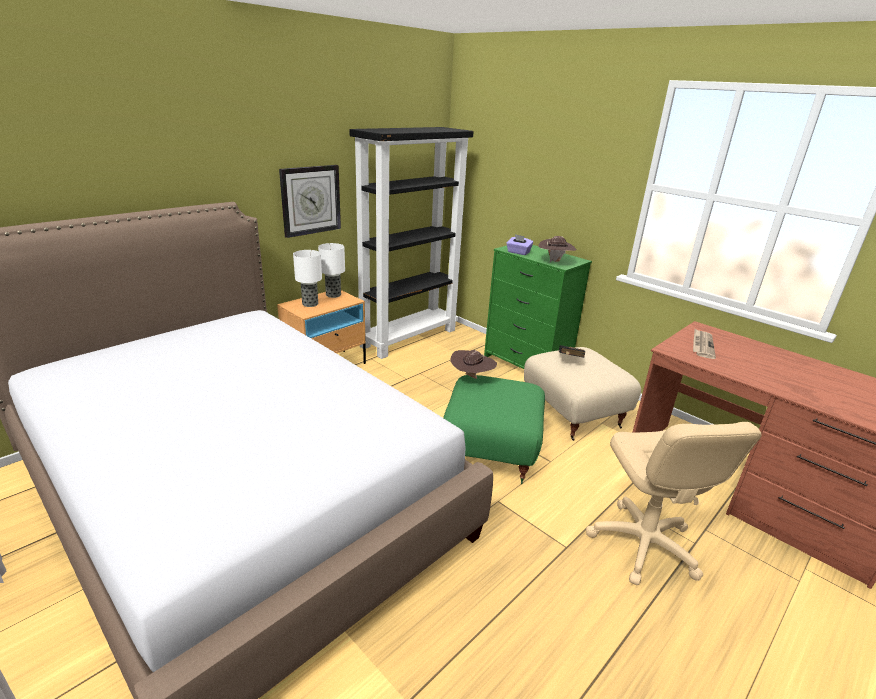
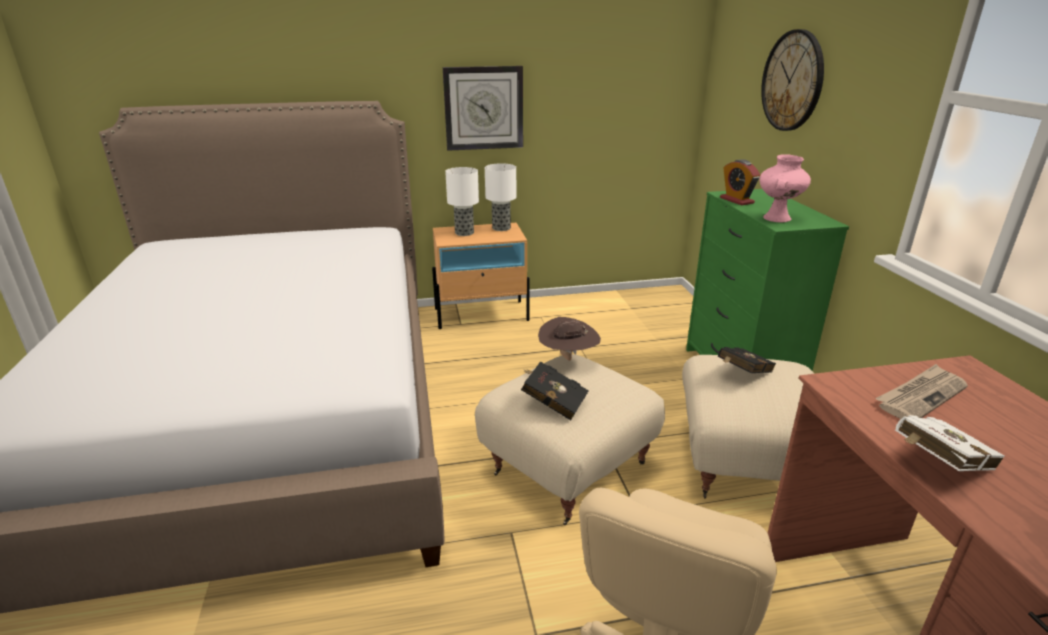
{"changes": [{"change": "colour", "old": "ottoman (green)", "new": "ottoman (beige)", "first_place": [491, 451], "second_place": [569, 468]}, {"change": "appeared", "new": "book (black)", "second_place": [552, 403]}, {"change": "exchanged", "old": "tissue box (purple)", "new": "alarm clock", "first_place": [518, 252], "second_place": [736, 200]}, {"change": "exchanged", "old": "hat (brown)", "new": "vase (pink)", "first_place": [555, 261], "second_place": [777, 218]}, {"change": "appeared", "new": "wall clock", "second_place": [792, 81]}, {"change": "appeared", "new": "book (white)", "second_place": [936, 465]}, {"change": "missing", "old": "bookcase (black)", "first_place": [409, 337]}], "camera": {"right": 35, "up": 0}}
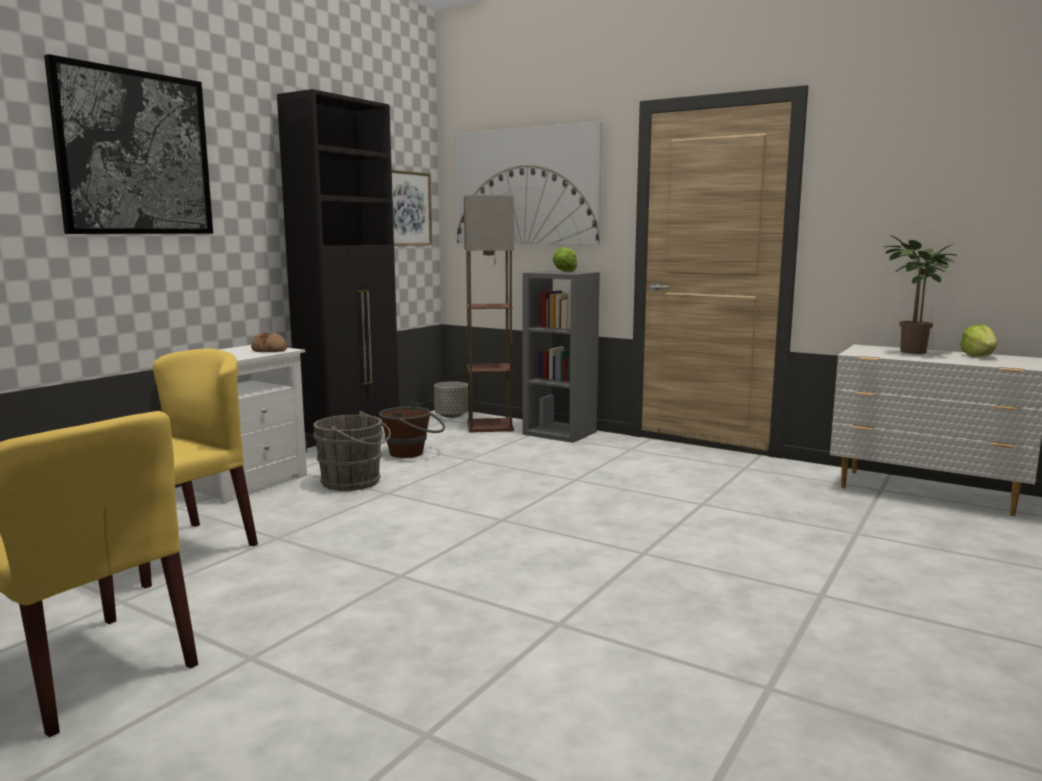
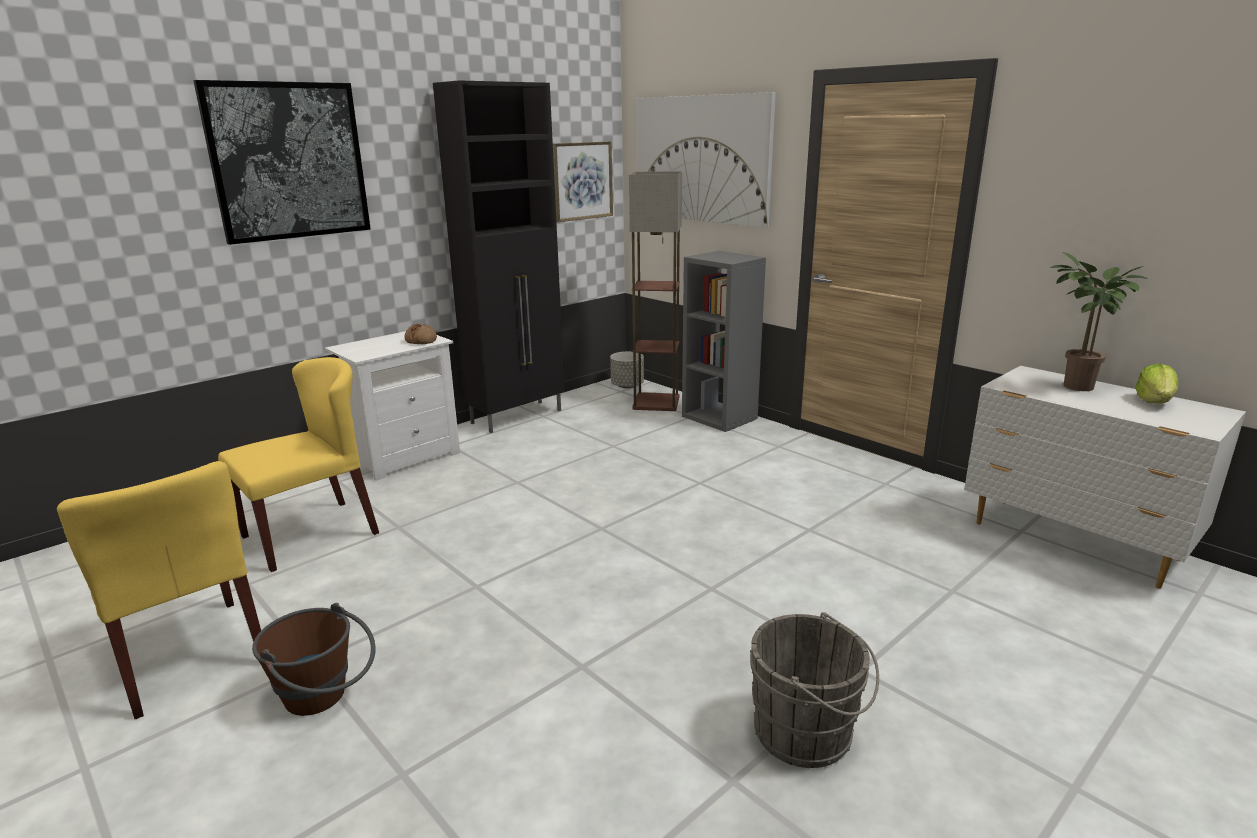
{"changes": [{"change": "relocated", "old": "bucket (brown)", "first_place": [413, 453], "second_place": [324, 698]}, {"change": "relocated", "old": "bucket (grey)", "first_place": [354, 482], "second_place": [808, 734]}, {"change": "missing", "old": "lettuce", "first_place": [565, 271]}], "camera": {"right": 15, "up": 10}}
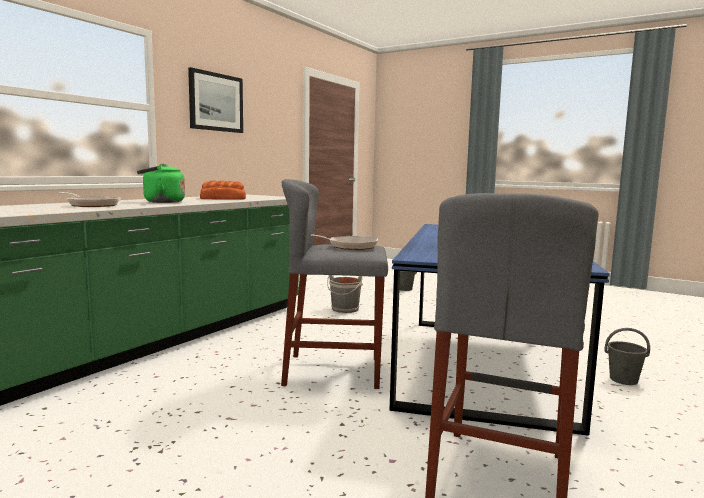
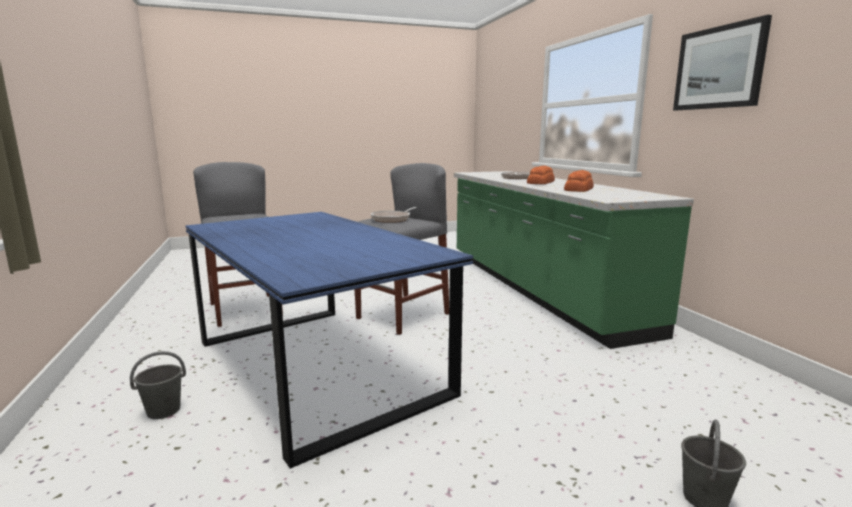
{"changes": [{"change": "exchanged", "old": "kettle (green)", "new": "bread", "first_place": [161, 202], "second_place": [541, 182]}, {"change": "missing", "old": "bucket (grey)", "first_place": [345, 309]}], "camera": {"right": 130, "up": 5}}
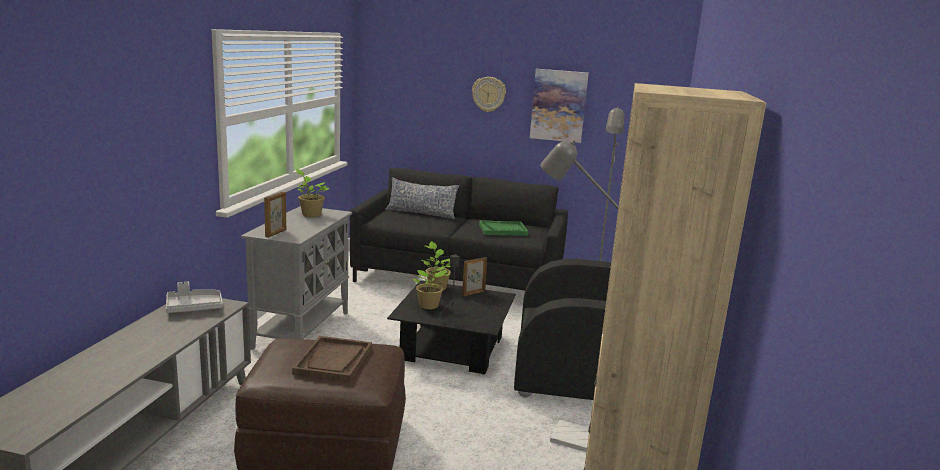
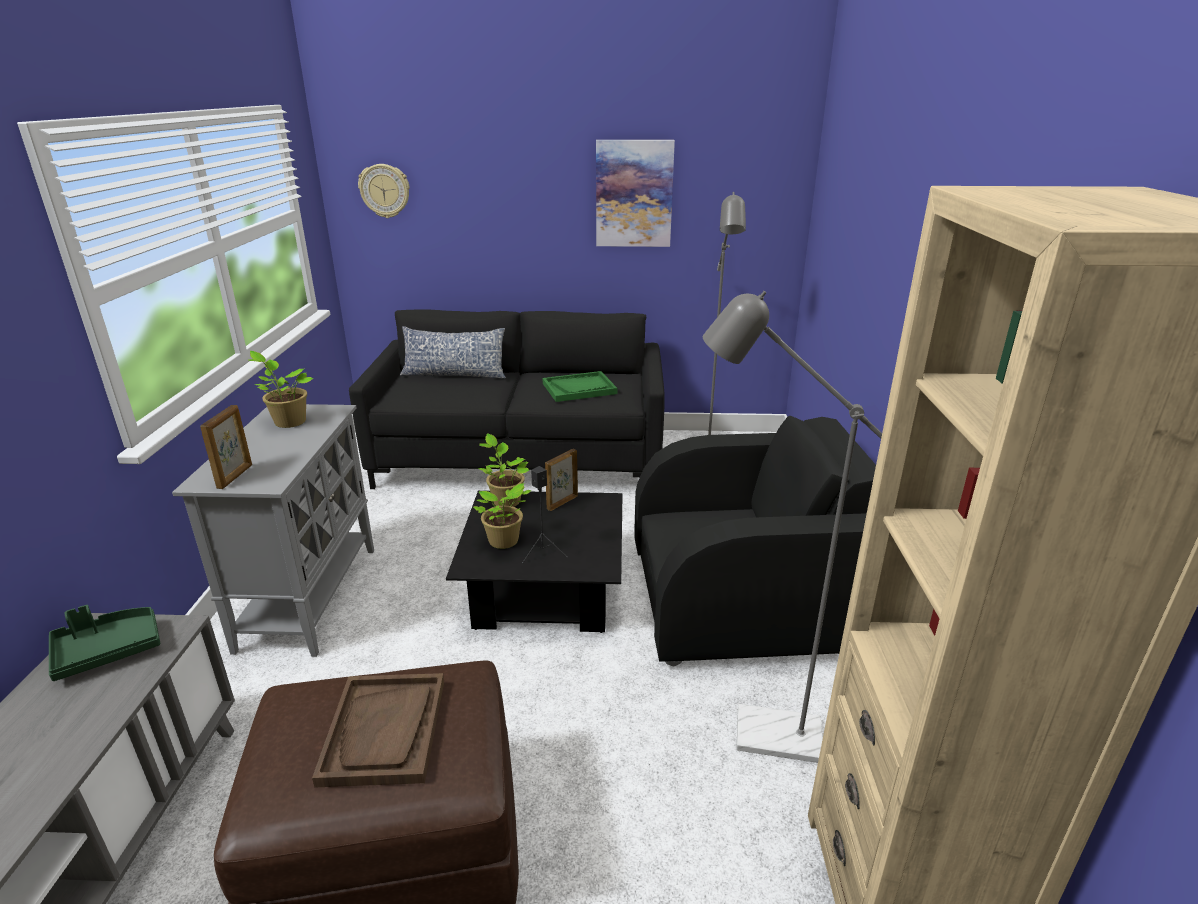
{"changes": [{"change": "colour", "old": "tray (grey)", "new": "tray (green)", "first_place": [194, 307], "second_place": [107, 650]}, {"change": "relocated", "old": "wall clock", "first_place": [488, 94], "second_place": [385, 191]}], "camera": {"right": -10, "up": 10}}
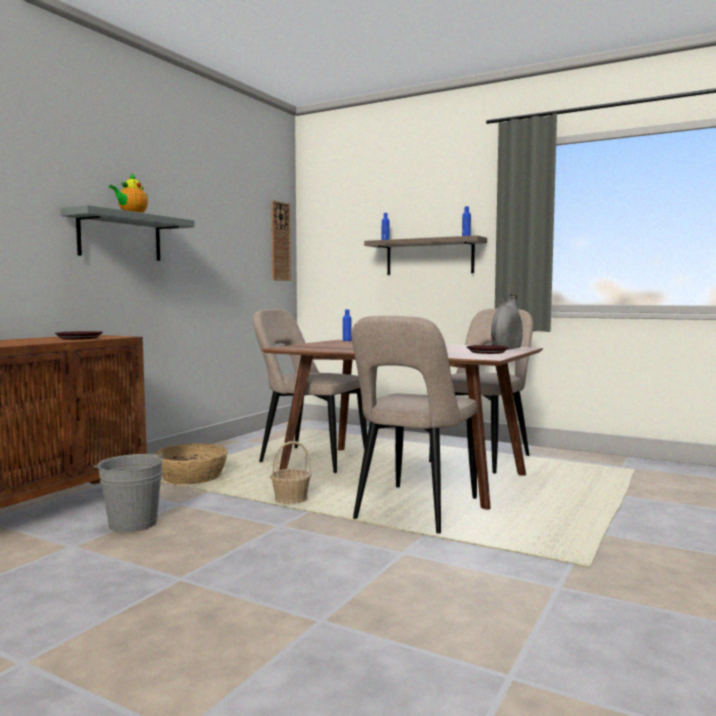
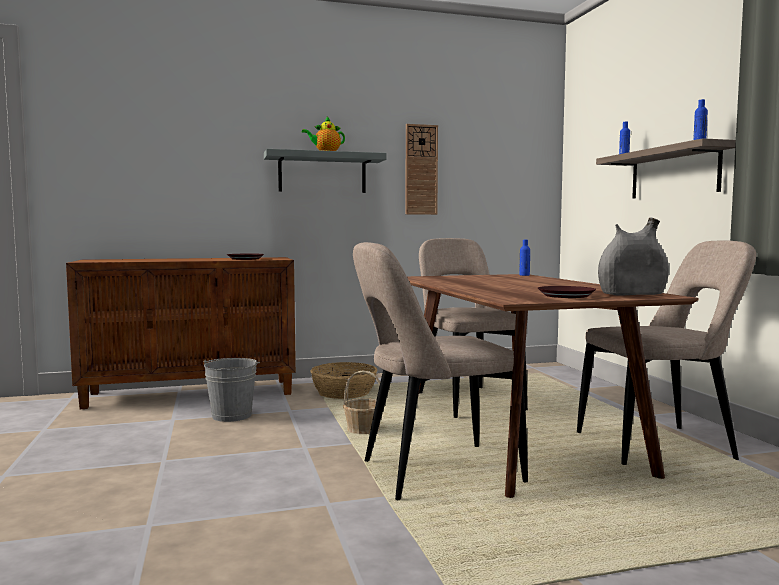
{"changes": [{"change": "relocated", "old": "wall clock", "first_place": [280, 241], "second_place": [421, 170]}], "camera": {"right": 45, "up": 0}}
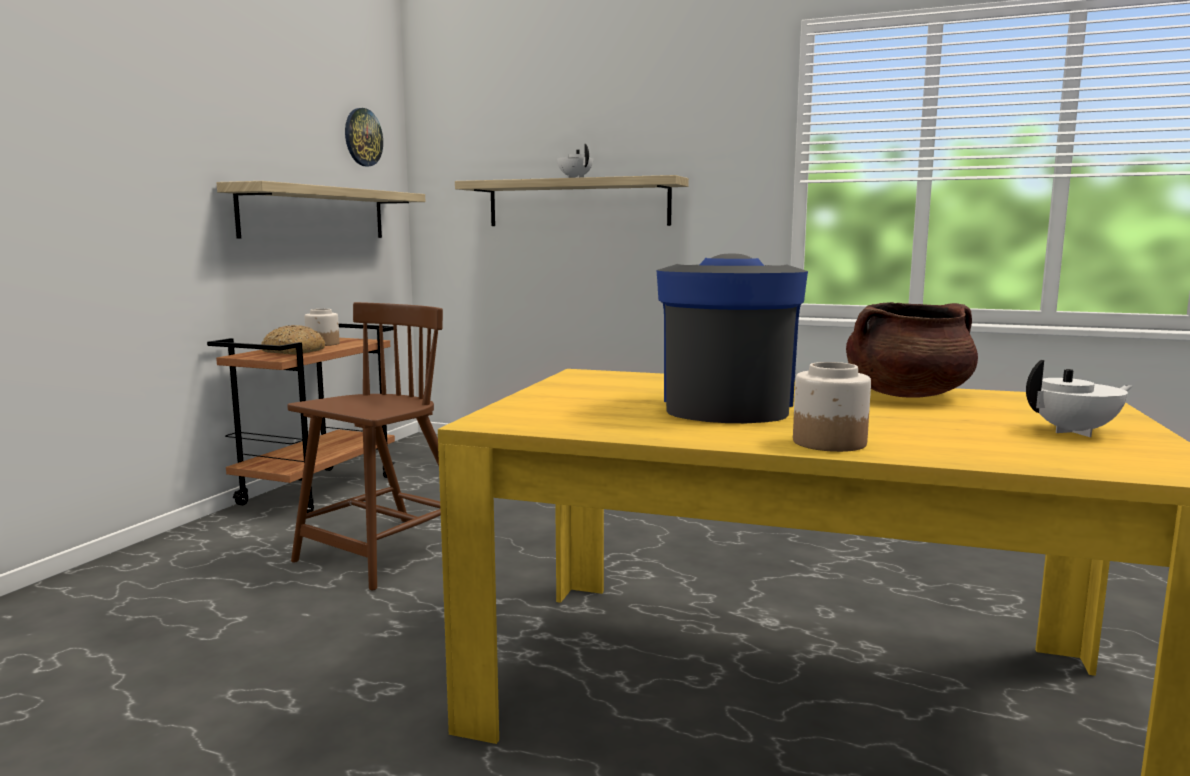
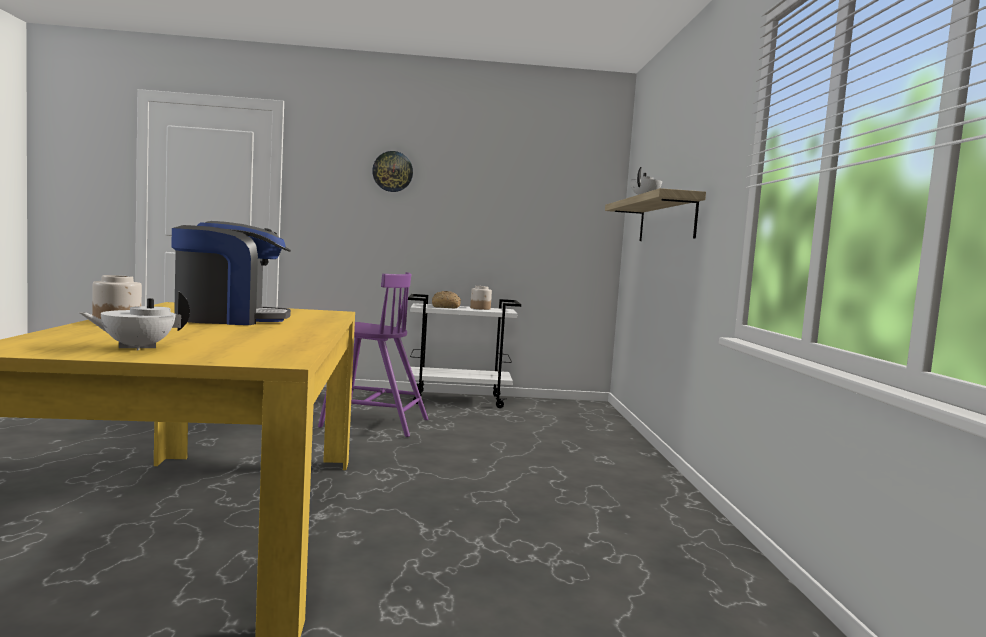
{"changes": [{"change": "spun", "old": "teapot (white)", "first_place": [1074, 432], "second_place": [137, 347], "degrees": 105}, {"change": "colour", "old": "chair (brown)", "new": "chair (purple)", "first_place": [387, 553], "second_place": [373, 423]}, {"change": "relocated", "old": "wall clock", "first_place": [362, 137], "second_place": [392, 171]}, {"change": "colour", "old": "cart (brown)", "new": "cart (white)", "first_place": [319, 490], "second_place": [459, 399]}, {"change": "missing", "old": "shelf", "first_place": [315, 213]}, {"change": "missing", "old": "cooking pot (brown)", "first_place": [907, 395]}], "camera": {"right": 65, "up": -5}}
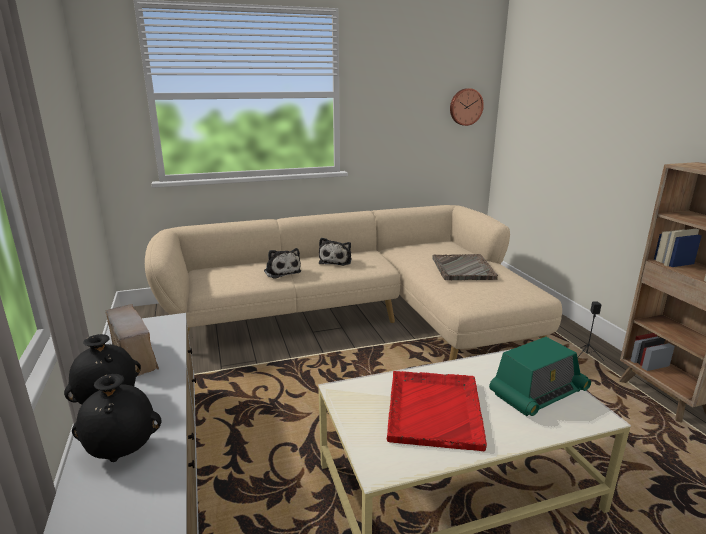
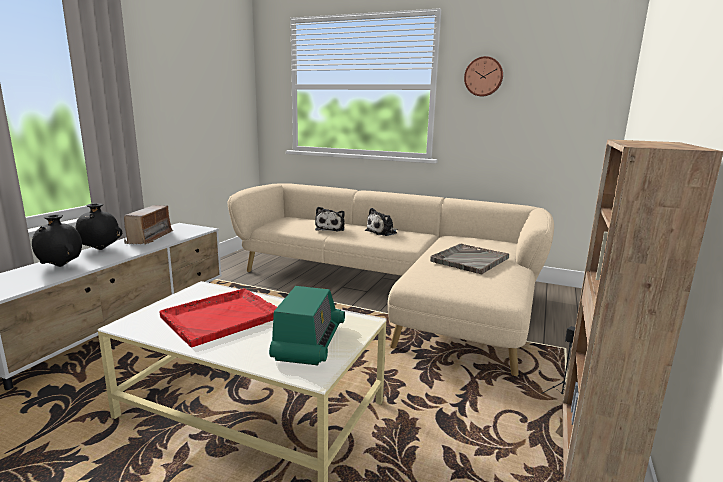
{"changes": [{"change": "spun", "old": "radio", "first_place": [538, 393], "second_place": [309, 342], "degrees": -90}, {"change": "relocated", "old": "wall clock", "first_place": [465, 107], "second_place": [483, 76]}], "camera": {"right": 40, "up": -5}}
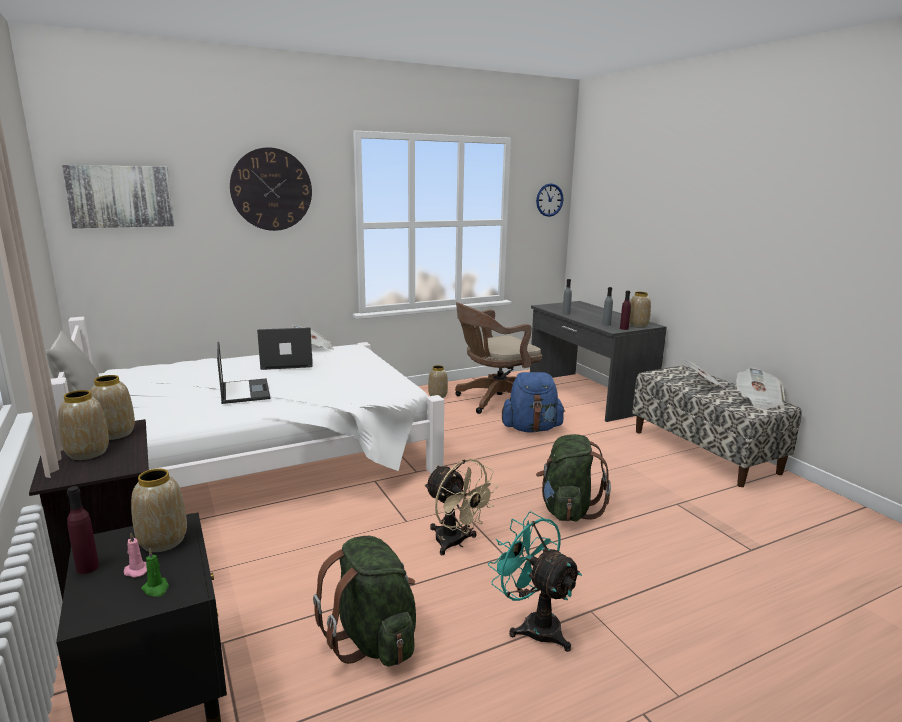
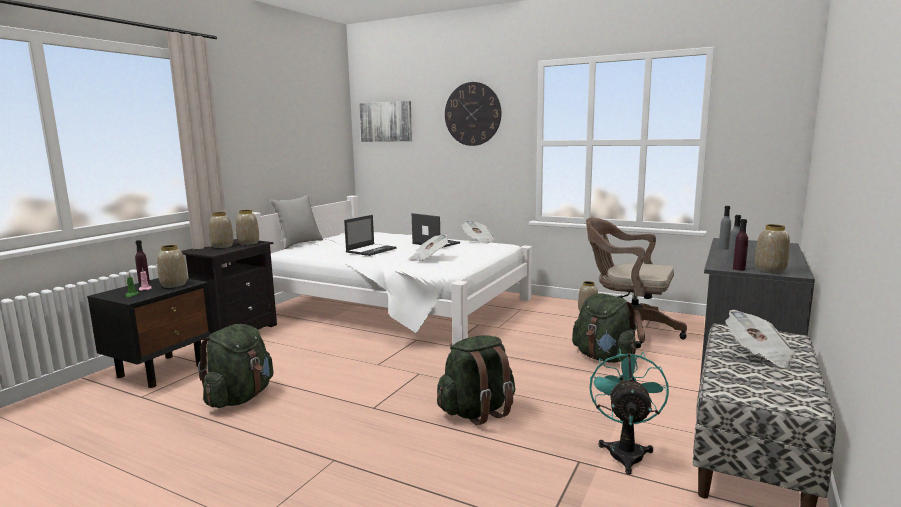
{"changes": [{"change": "relocated", "old": "newspaper", "first_place": [758, 401], "second_place": [428, 258]}, {"change": "colour", "old": "backpack (blue)", "new": "backpack (green)", "first_place": [531, 429], "second_place": [603, 358]}, {"change": "relocated", "old": "fan (turquoise)", "first_place": [534, 624], "second_place": [625, 451]}, {"change": "missing", "old": "fan (beige)", "first_place": [456, 543]}, {"change": "missing", "old": "wall clock", "first_place": [549, 200]}], "camera": {"right": 55, "up": -5}}
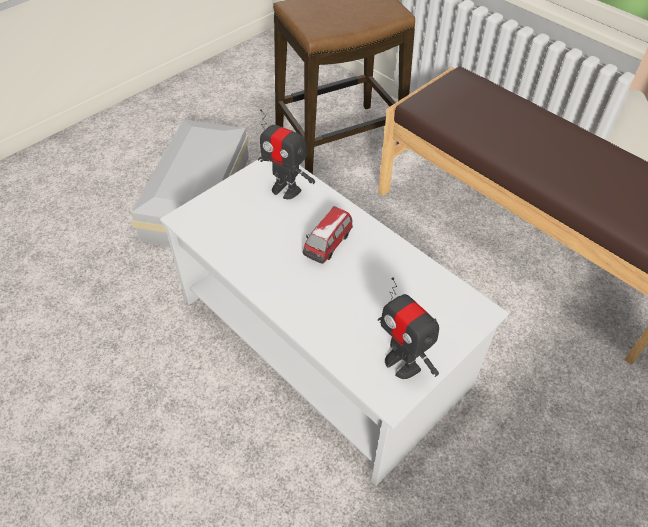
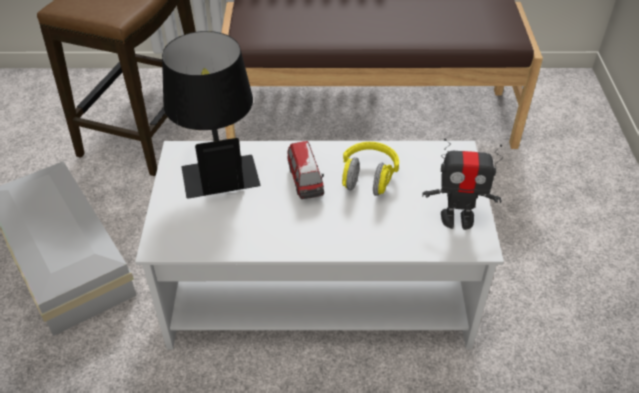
{"changes": [{"change": "exchanged", "old": "toy robot", "new": "table lamp (black)", "first_place": [286, 189], "second_place": [217, 165]}, {"change": "appeared", "new": "headphones (yellow)", "second_place": [368, 178]}], "camera": {"right": -45, "up": -5}}
